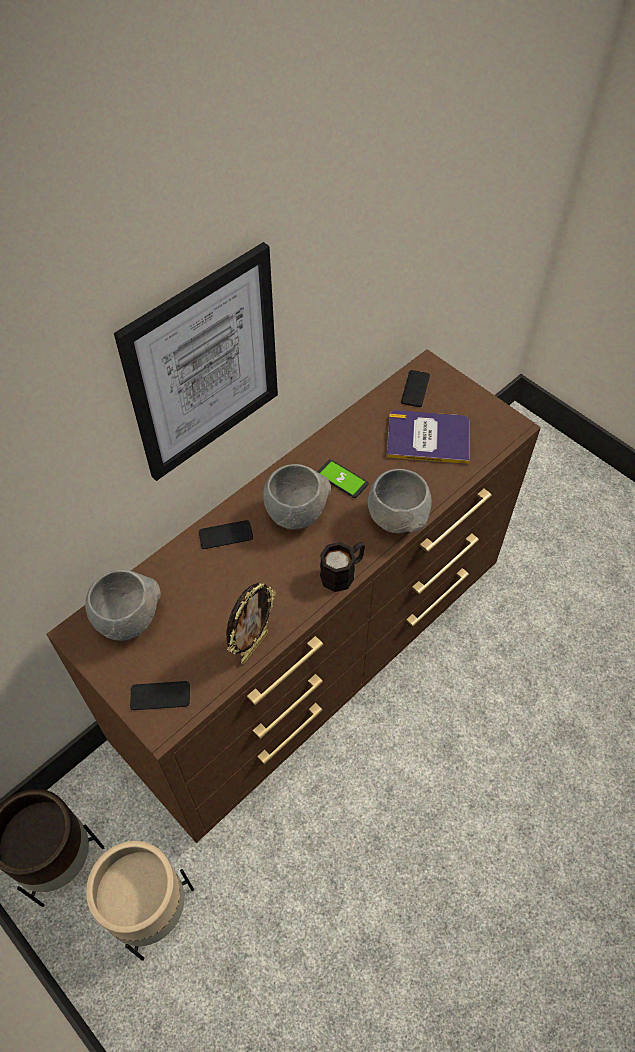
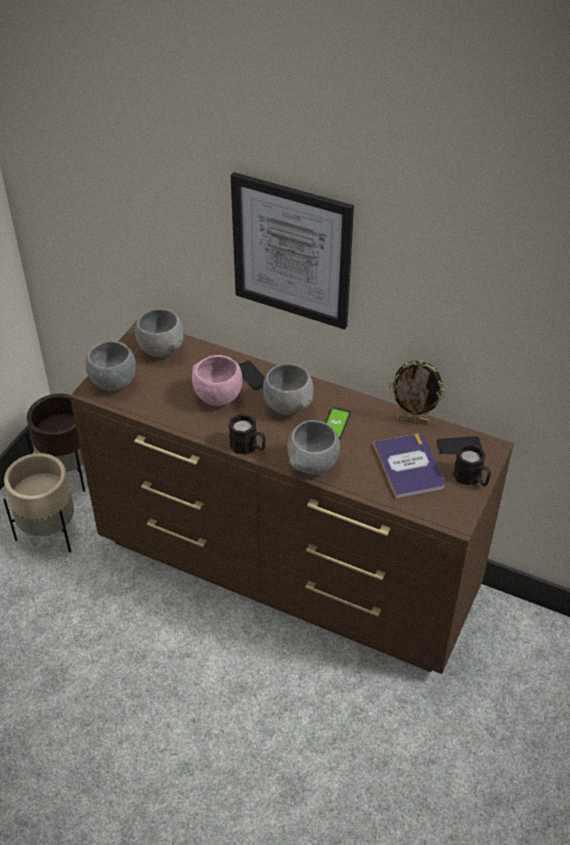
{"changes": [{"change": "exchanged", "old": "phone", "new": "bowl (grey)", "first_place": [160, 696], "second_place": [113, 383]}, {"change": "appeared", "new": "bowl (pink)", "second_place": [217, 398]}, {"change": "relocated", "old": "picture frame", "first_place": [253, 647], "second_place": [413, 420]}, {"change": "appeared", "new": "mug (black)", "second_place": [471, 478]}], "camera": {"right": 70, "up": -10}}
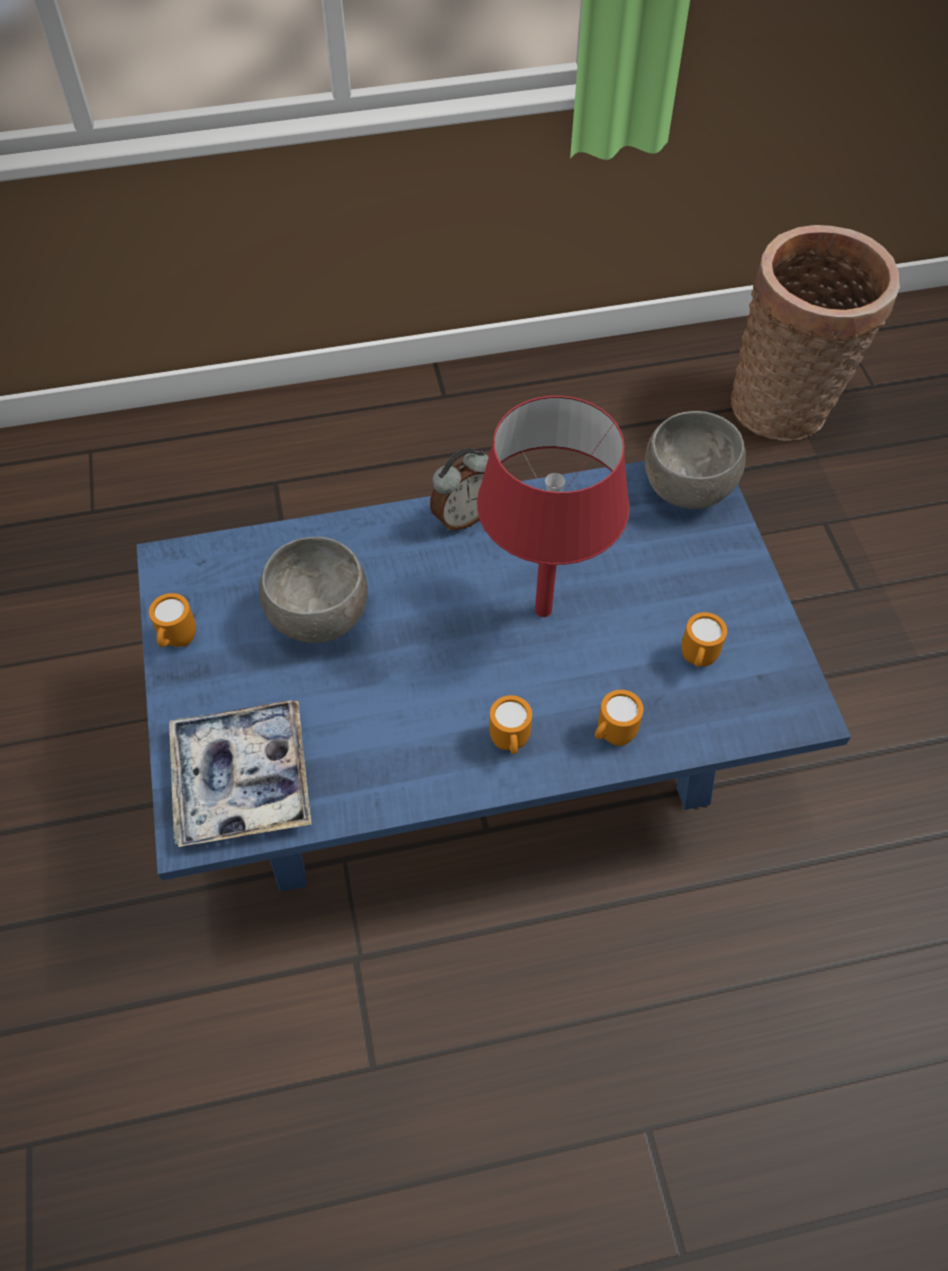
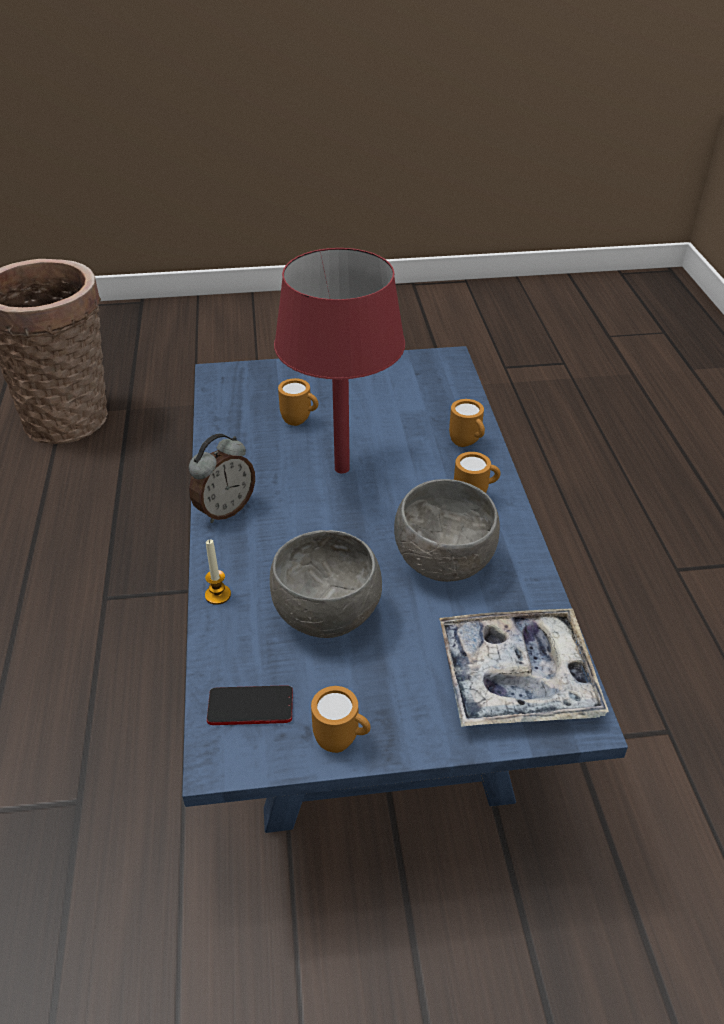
{"changes": [{"change": "spun", "old": "alarm clock", "first_place": [463, 517], "second_place": [224, 509], "degrees": 75}, {"change": "appeared", "new": "candle", "second_place": [218, 595]}, {"change": "appeared", "new": "phone", "second_place": [250, 707]}, {"change": "relocated", "old": "mug (orange)", "first_place": [697, 661], "second_place": [300, 421]}, {"change": "relocated", "old": "bowl (grey)", "first_place": [686, 487], "second_place": [442, 563]}], "camera": {"right": -85, "up": -15}}
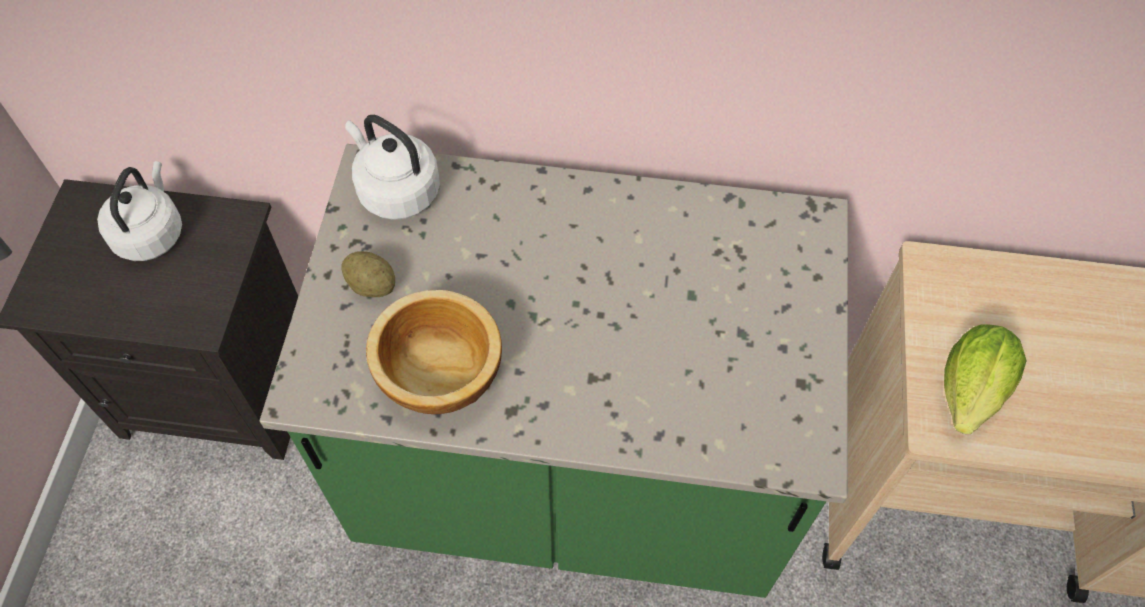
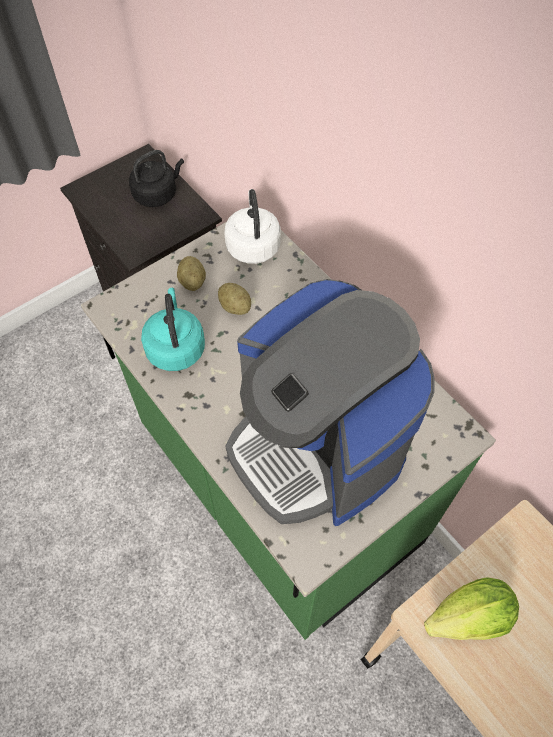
{"changes": [{"change": "colour", "old": "kettle (white)", "new": "kettle (black)", "first_place": [151, 233], "second_place": [157, 194]}, {"change": "exchanged", "old": "bowl", "new": "kettle (turquoise)", "first_place": [437, 372], "second_place": [175, 347]}, {"change": "appeared", "new": "potato", "second_place": [235, 307]}, {"change": "appeared", "new": "coffee machine", "second_place": [316, 446]}], "camera": {"right": 45, "up": 0}}
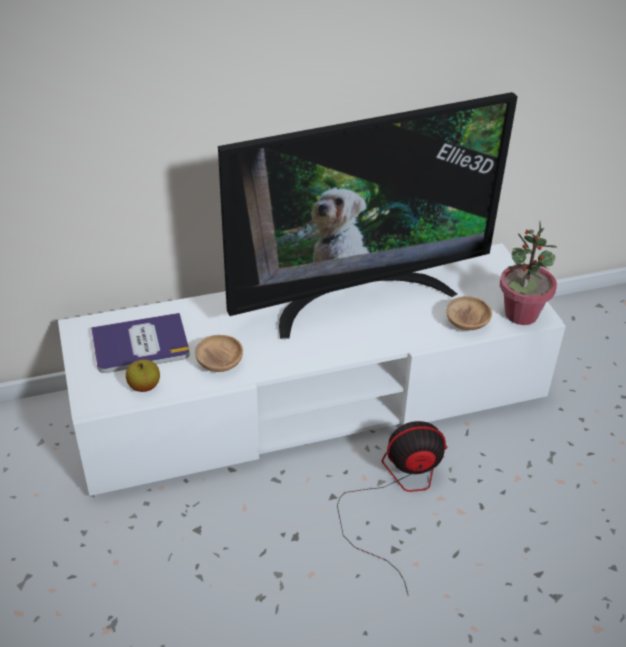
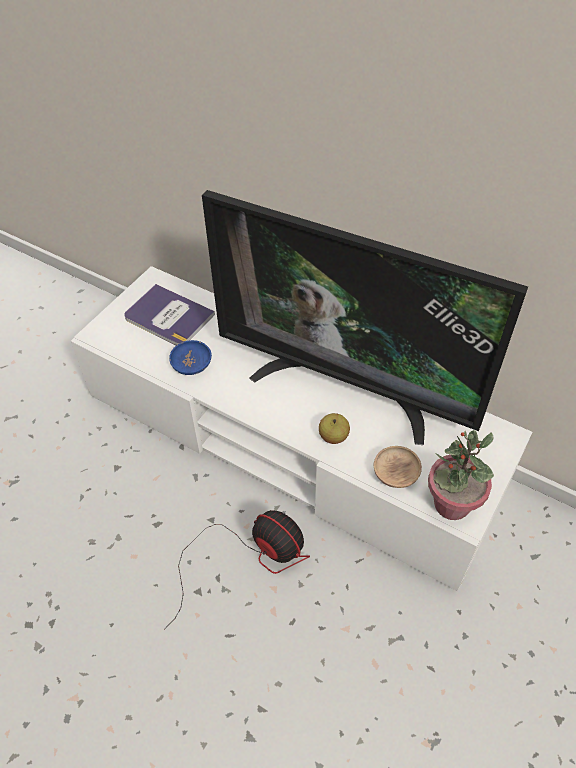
{"changes": [{"change": "colour", "old": "bowl (brown)", "new": "bowl (blue)", "first_place": [219, 363], "second_place": [192, 365]}, {"change": "relocated", "old": "apple", "first_place": [144, 386], "second_place": [333, 436]}], "camera": {"right": 50, "up": 10}}
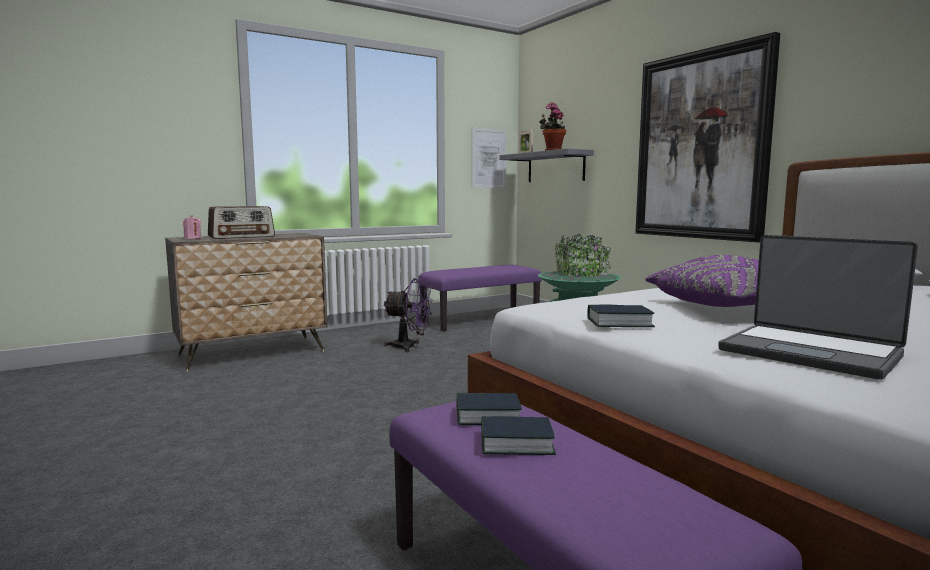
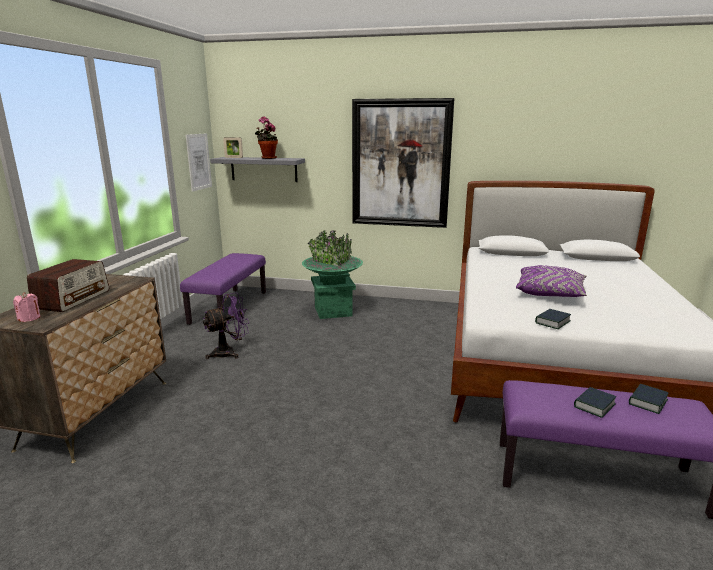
{"changes": [{"change": "relocated", "old": "book", "first_place": [488, 416], "second_place": [647, 402]}, {"change": "missing", "old": "laptop", "first_place": [810, 352]}], "camera": {"right": -45, "up": 10}}
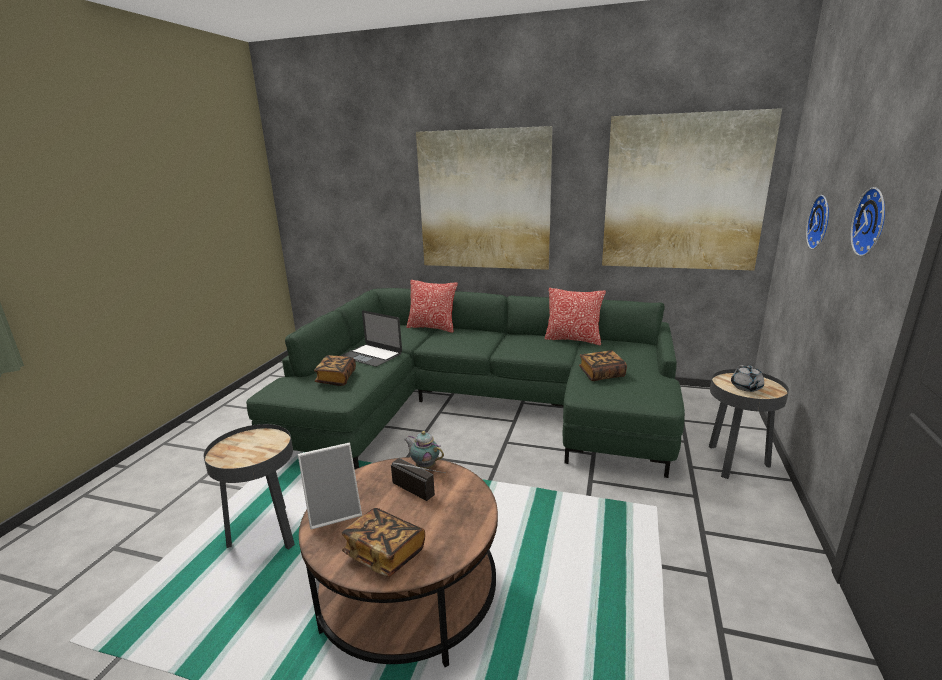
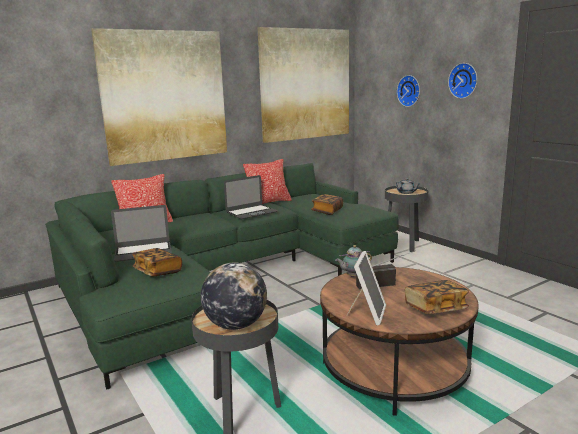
{"changes": [{"change": "appeared", "new": "globe", "second_place": [235, 325]}, {"change": "appeared", "new": "laptop", "second_place": [251, 212]}], "camera": {"right": -50, "up": -5}}
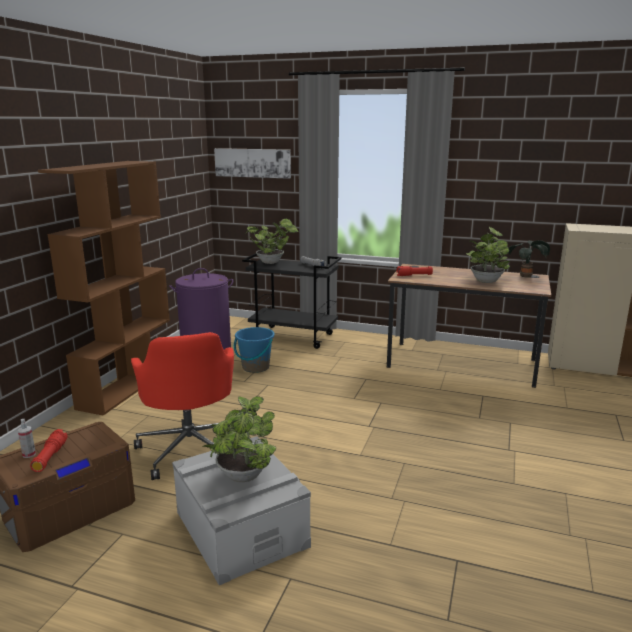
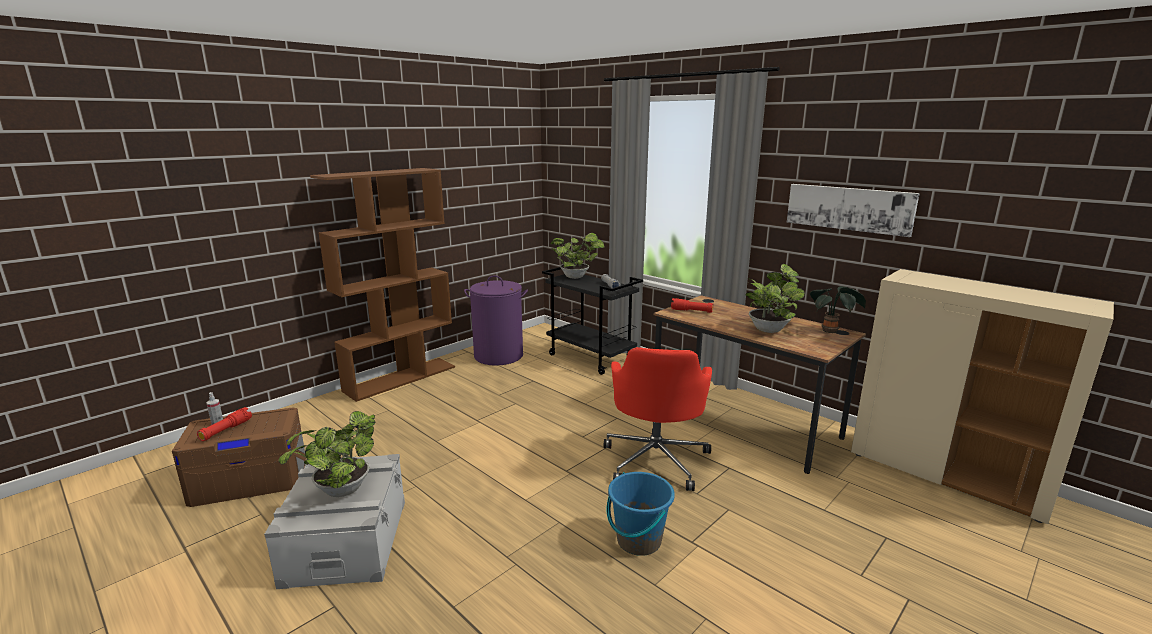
{"changes": [{"change": "relocated", "old": "office chair (red)", "first_place": [191, 448], "second_place": [656, 459]}, {"change": "relocated", "old": "bucket (blue)", "first_place": [255, 367], "second_place": [638, 541]}, {"change": "relocated", "old": "picture", "first_place": [252, 163], "second_place": [849, 208]}], "camera": {"right": 25, "up": 0}}
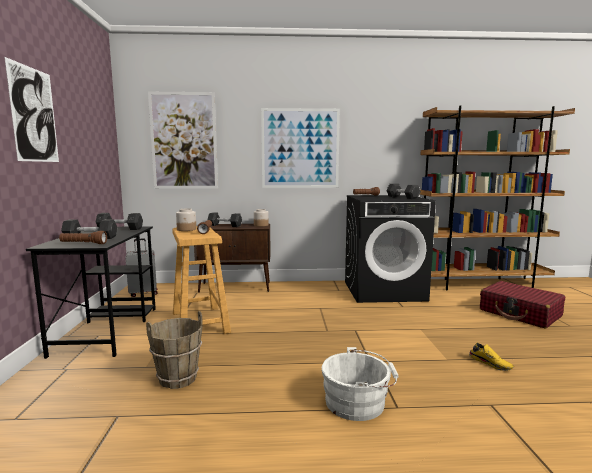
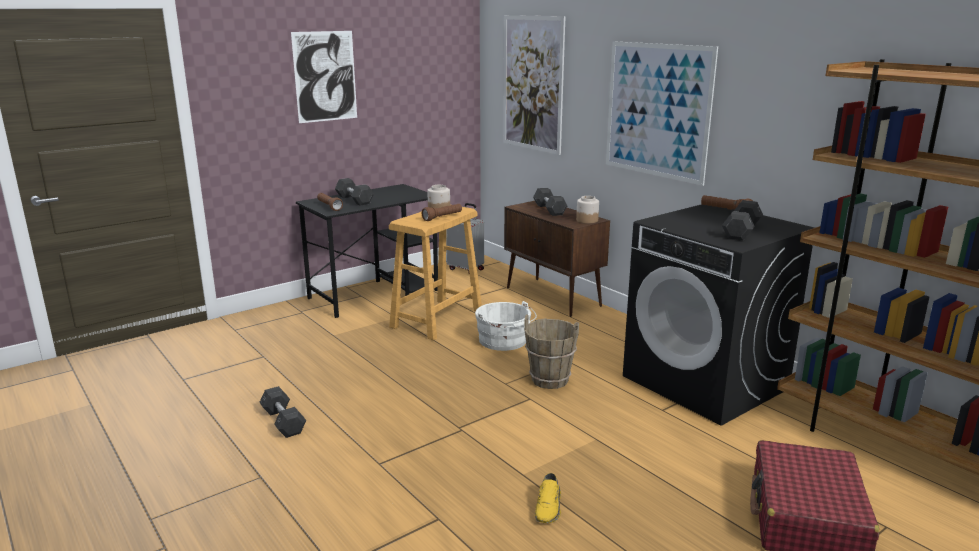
{"changes": [{"change": "relocated", "old": "dumbbell (grey)", "first_place": [120, 229], "second_place": [283, 422]}, {"change": "relocated", "old": "bucket (white)", "first_place": [358, 402], "second_place": [504, 341]}, {"change": "relocated", "old": "bucket (brown)", "first_place": [177, 378], "second_place": [550, 380]}], "camera": {"right": 55, "up": 10}}
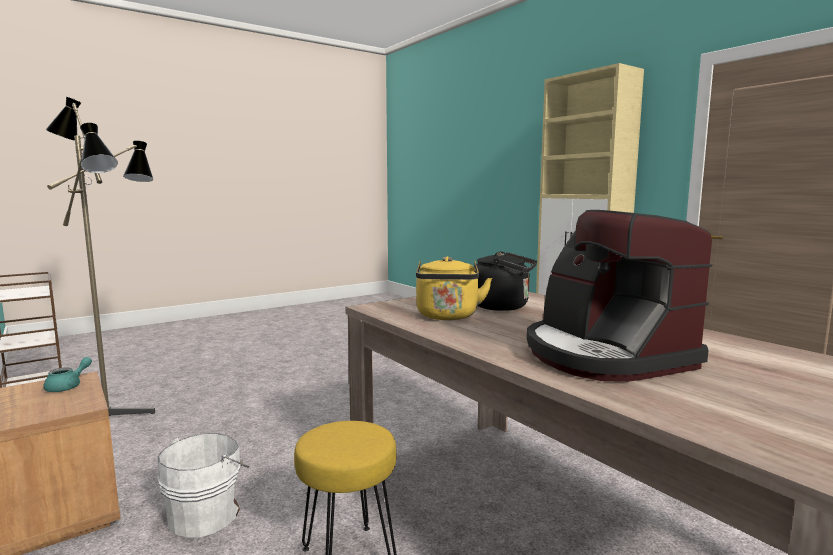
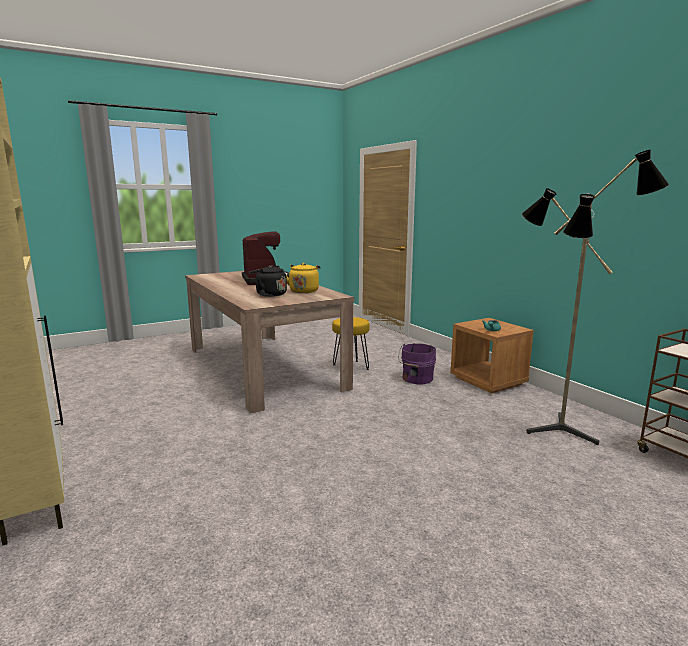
{"changes": [{"change": "colour", "old": "bucket (white)", "new": "bucket (purple)", "first_place": [207, 513], "second_place": [416, 379]}], "camera": {"right": -175, "up": 5}}
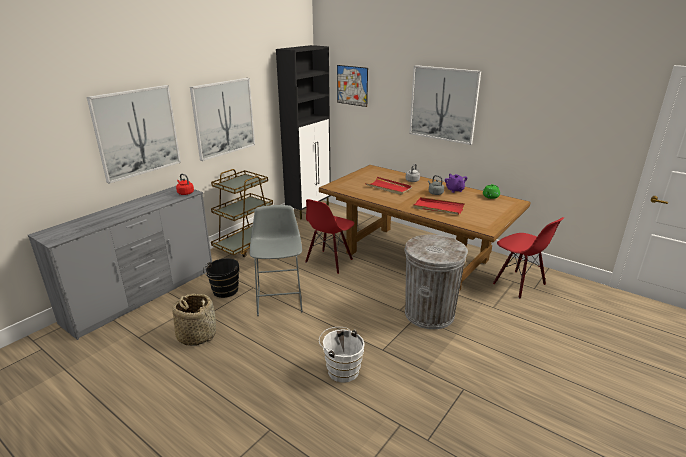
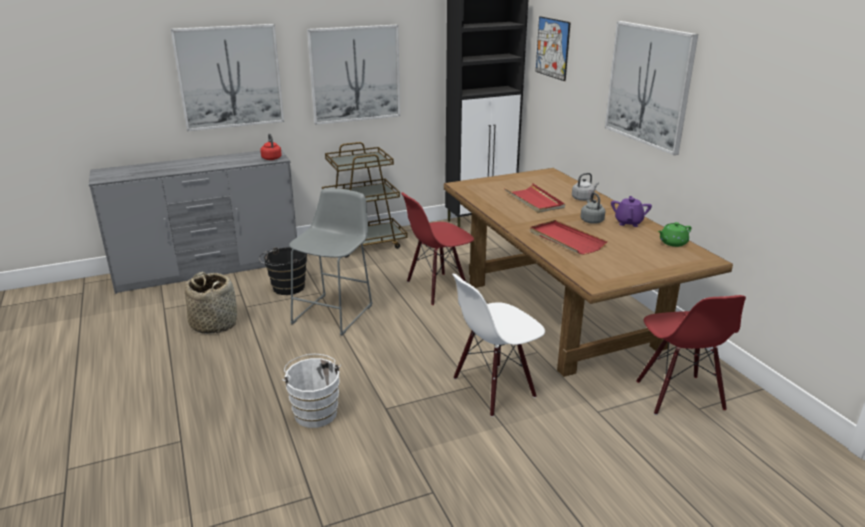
{"changes": [{"change": "exchanged", "old": "trash can (grey)", "new": "chair (white)", "first_place": [429, 313], "second_place": [494, 388]}], "camera": {"right": 30, "up": 0}}
